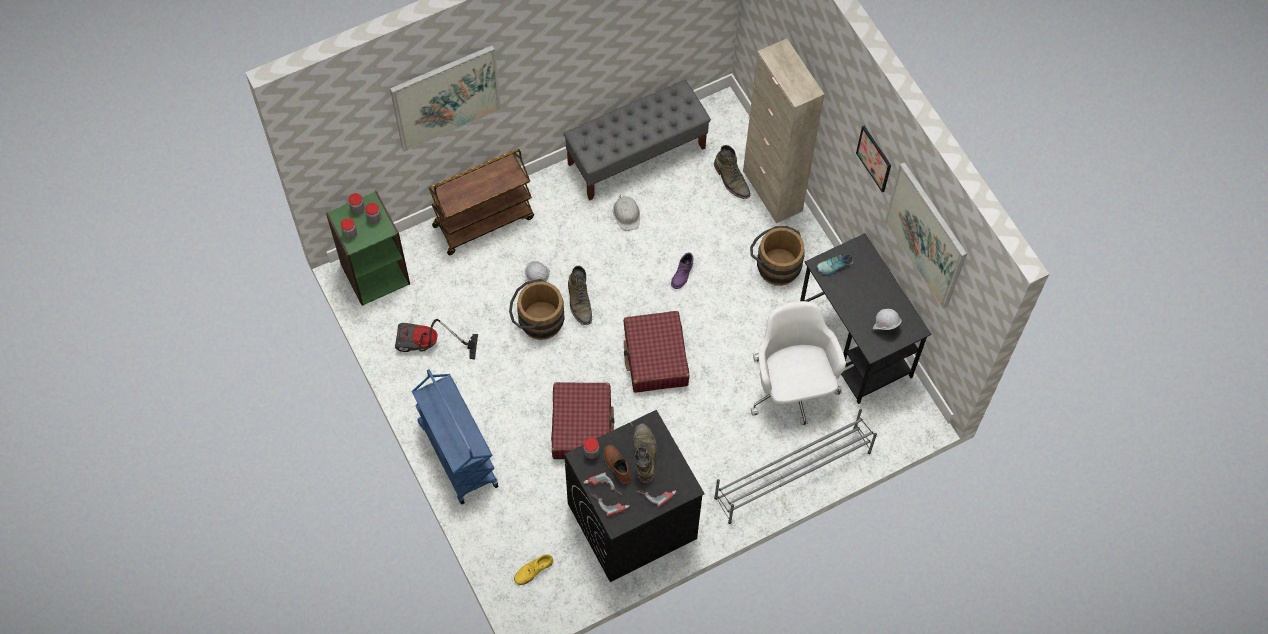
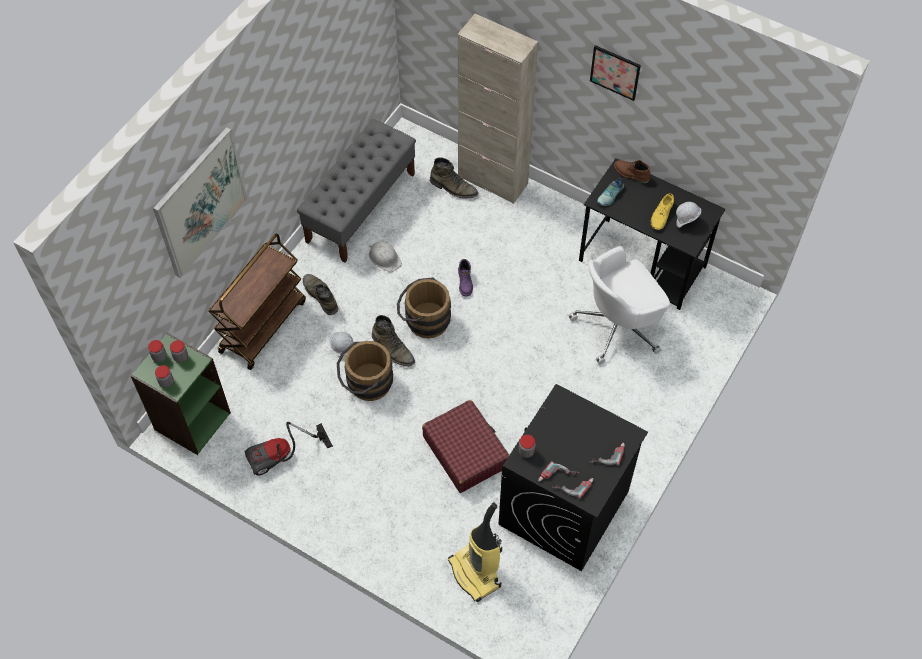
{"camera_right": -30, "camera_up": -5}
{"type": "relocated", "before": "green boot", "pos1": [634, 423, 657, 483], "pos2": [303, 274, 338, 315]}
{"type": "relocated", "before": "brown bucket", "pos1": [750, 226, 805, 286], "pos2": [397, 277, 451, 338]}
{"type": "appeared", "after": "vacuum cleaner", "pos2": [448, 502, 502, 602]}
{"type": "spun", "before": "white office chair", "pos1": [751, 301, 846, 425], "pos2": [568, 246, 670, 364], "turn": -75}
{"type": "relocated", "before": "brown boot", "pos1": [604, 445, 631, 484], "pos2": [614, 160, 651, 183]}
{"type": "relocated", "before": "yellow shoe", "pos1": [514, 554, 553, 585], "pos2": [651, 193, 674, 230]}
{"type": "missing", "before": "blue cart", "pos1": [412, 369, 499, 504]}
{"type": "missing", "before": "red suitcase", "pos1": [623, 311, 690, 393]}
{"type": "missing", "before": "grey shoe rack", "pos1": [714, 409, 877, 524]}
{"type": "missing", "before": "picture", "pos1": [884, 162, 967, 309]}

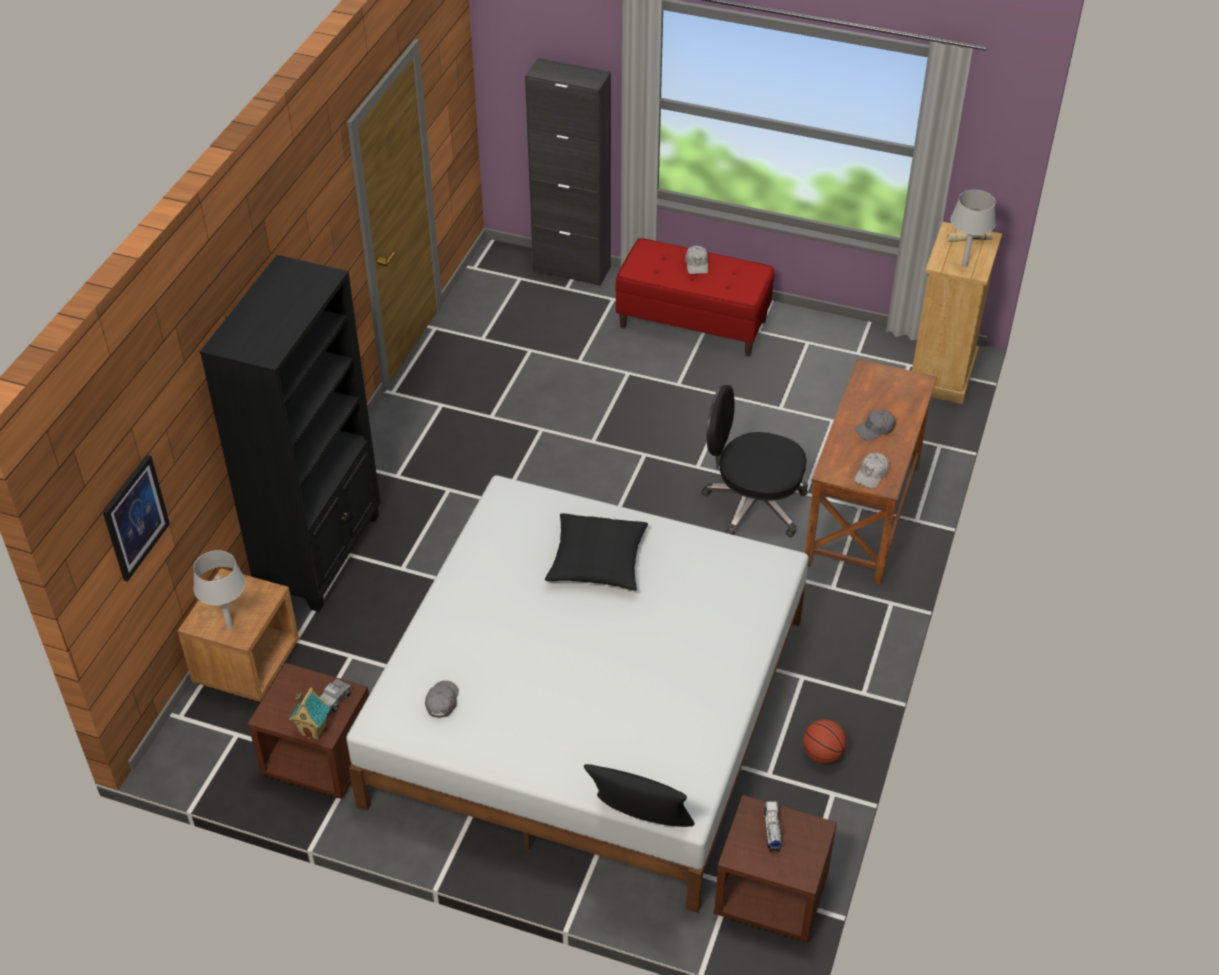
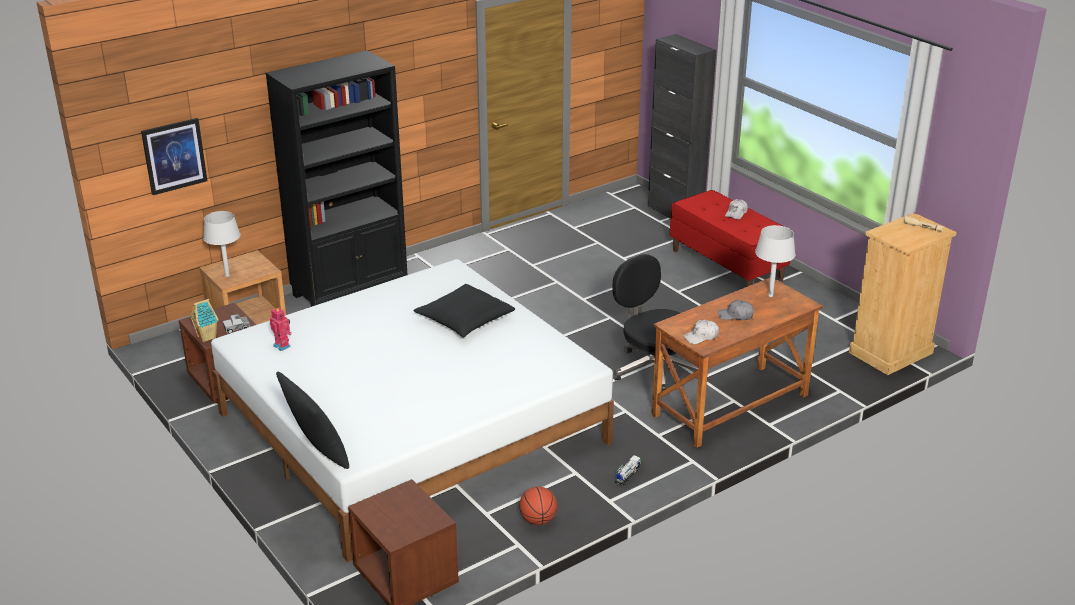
{"camera_right": 35, "camera_up": -15}
{"type": "exchanged", "before": "grey cap", "after": "toy robot", "pos1": [425, 680, 459, 717], "pos2": [270, 307, 292, 351]}
{"type": "relocated", "before": "toy truck", "pos1": [764, 801, 781, 852], "pos2": [615, 455, 641, 485]}
{"type": "relocated", "before": "grey table lamp", "pos1": [951, 190, 996, 267], "pos2": [755, 225, 796, 297]}

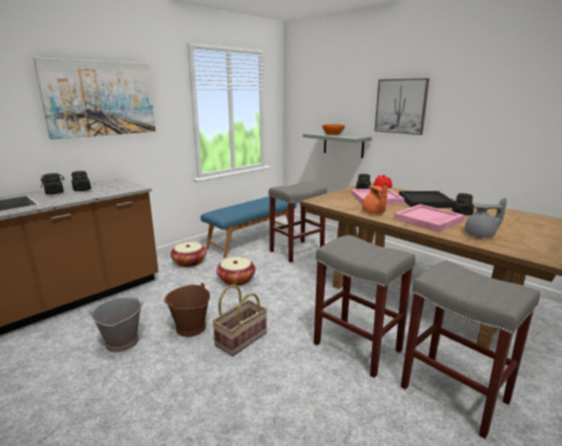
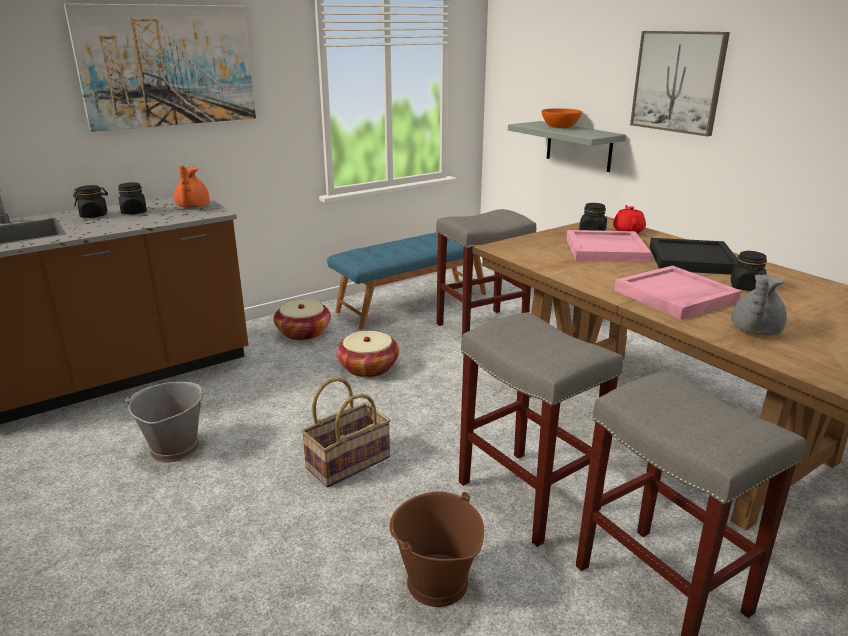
{"camera_right": 10, "camera_up": 5}
{"type": "relocated", "before": "orange teapot", "pos1": [362, 185, 388, 214], "pos2": [174, 165, 210, 208]}
{"type": "relocated", "before": "brown bucket", "pos1": [164, 283, 210, 337], "pos2": [389, 491, 484, 607]}
{"type": "spun", "before": "grey teapot", "pos1": [465, 198, 507, 238], "pos2": [731, 275, 787, 336], "turn": 120}

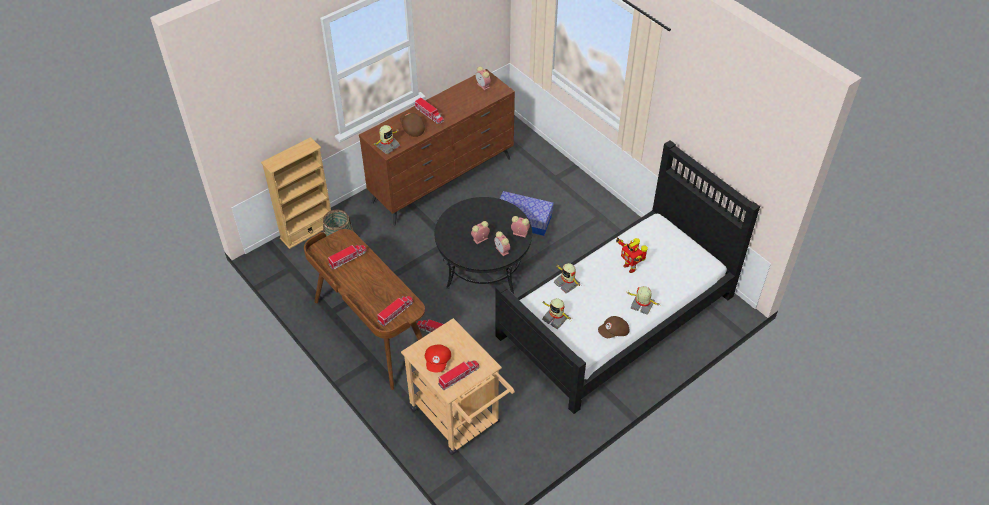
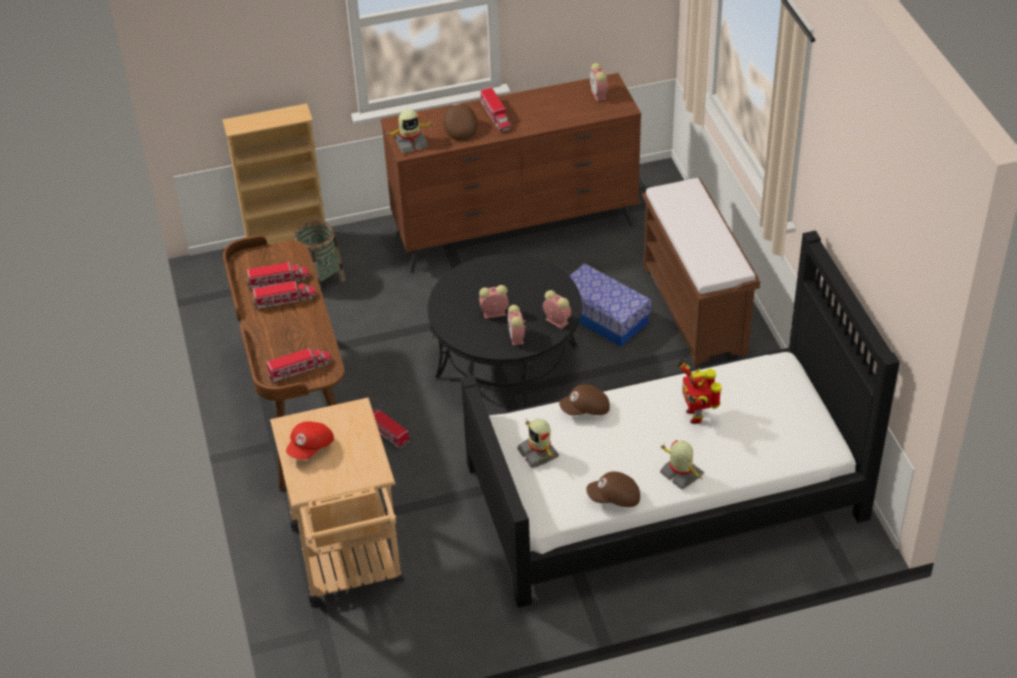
{"camera_right": 25, "camera_up": -5}
{"type": "relocated", "before": "toy truck", "pos1": [438, 360, 479, 390], "pos2": [253, 281, 316, 309]}
{"type": "exchanged", "before": "toy robot", "after": "brown cap", "pos1": [554, 263, 580, 293], "pos2": [559, 384, 610, 416]}
{"type": "appeared", "after": "brown bench", "pos2": [642, 177, 760, 367]}

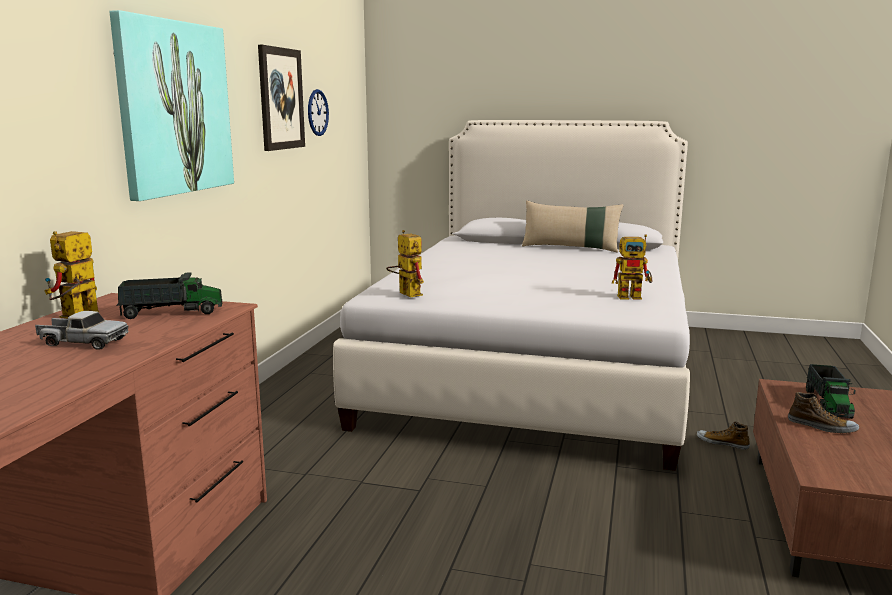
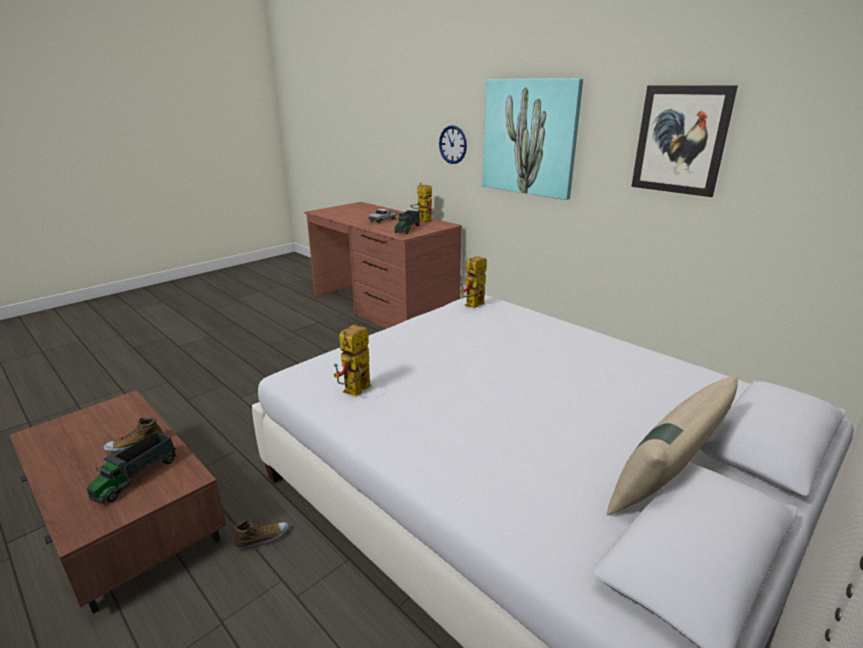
{"camera_right": 120, "camera_up": 10}
{"type": "spun", "before": "toy truck", "pos1": [806, 364, 856, 419], "pos2": [87, 432, 176, 503], "turn": -105}
{"type": "relocated", "before": "wall clock", "pos1": [308, 89, 329, 136], "pos2": [439, 125, 467, 164]}
{"type": "spun", "before": "toy robot", "pos1": [386, 230, 424, 298], "pos2": [460, 256, 487, 308], "turn": 135}

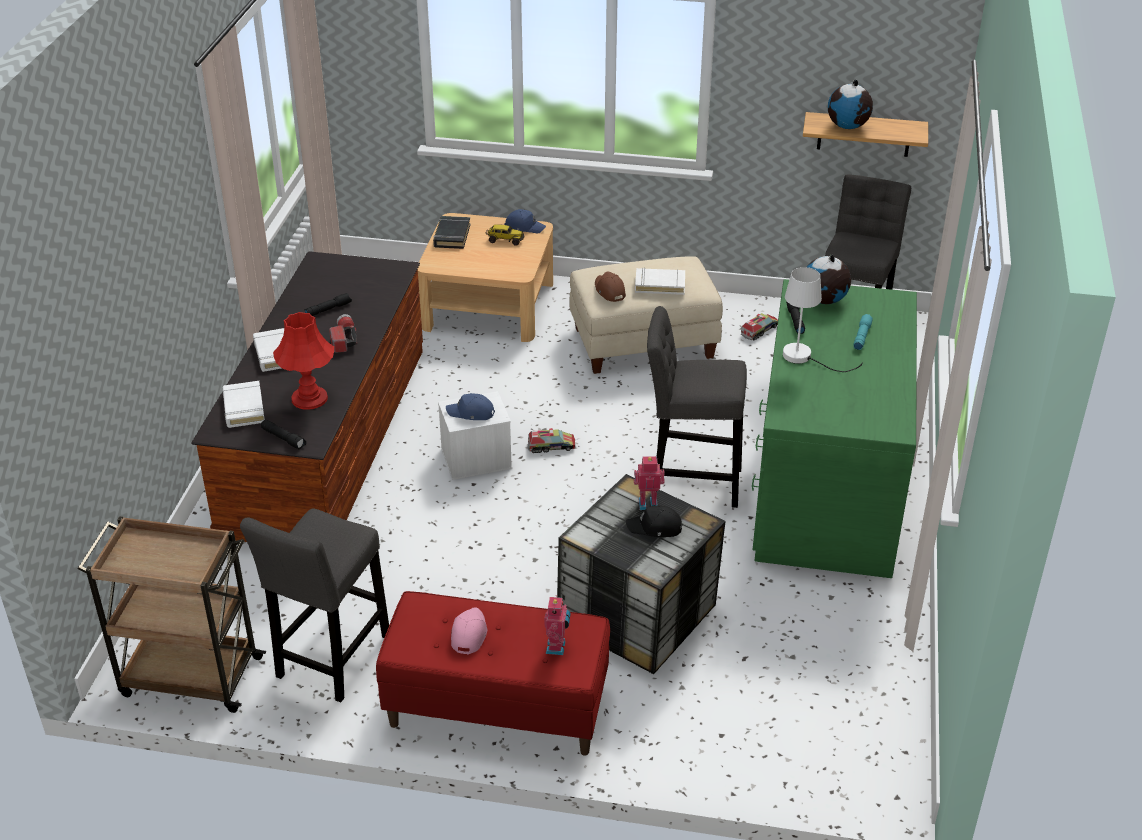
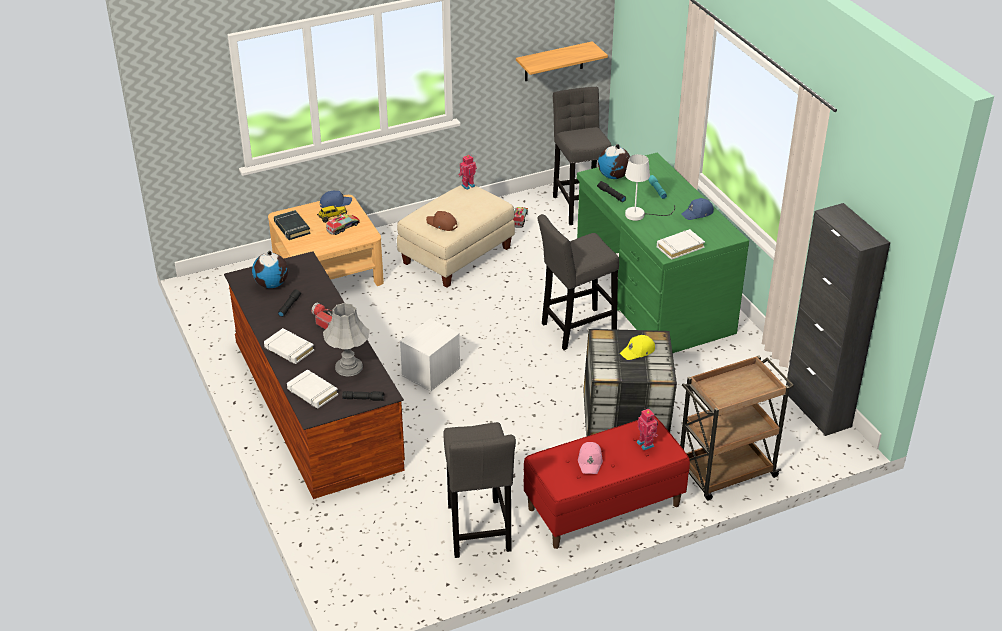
{"camera_right": -35, "camera_up": 0}
{"type": "relocated", "before": "globe", "pos1": [828, 80, 873, 129], "pos2": [252, 251, 288, 288]}
{"type": "colour", "before": "red table lamp", "after": "grey table lamp", "pos1": [273, 312, 334, 410], "pos2": [323, 303, 370, 376]}
{"type": "relocated", "before": "toy truck", "pos1": [528, 428, 576, 453], "pos2": [326, 214, 360, 235]}
{"type": "relocated", "before": "toy robot", "pos1": [634, 456, 665, 510], "pos2": [458, 155, 477, 190]}
{"type": "spun", "before": "pink cap", "pos1": [451, 607, 487, 655], "pos2": [578, 442, 603, 474], "turn": -150}
{"type": "colour", "before": "black cap", "after": "yellow cap", "pos1": [626, 505, 683, 537], "pos2": [620, 335, 655, 360]}
{"type": "relocated", "before": "white book", "pos1": [635, 268, 685, 295], "pos2": [657, 229, 705, 260]}
{"type": "relocated", "before": "brown cart", "pos1": [78, 516, 266, 713], "pos2": [680, 355, 794, 501]}
{"type": "relocated", "before": "blue cap", "pos1": [446, 393, 495, 420], "pos2": [681, 198, 714, 220]}
{"type": "appeared", "after": "black cabinet", "pos2": [786, 203, 890, 436]}

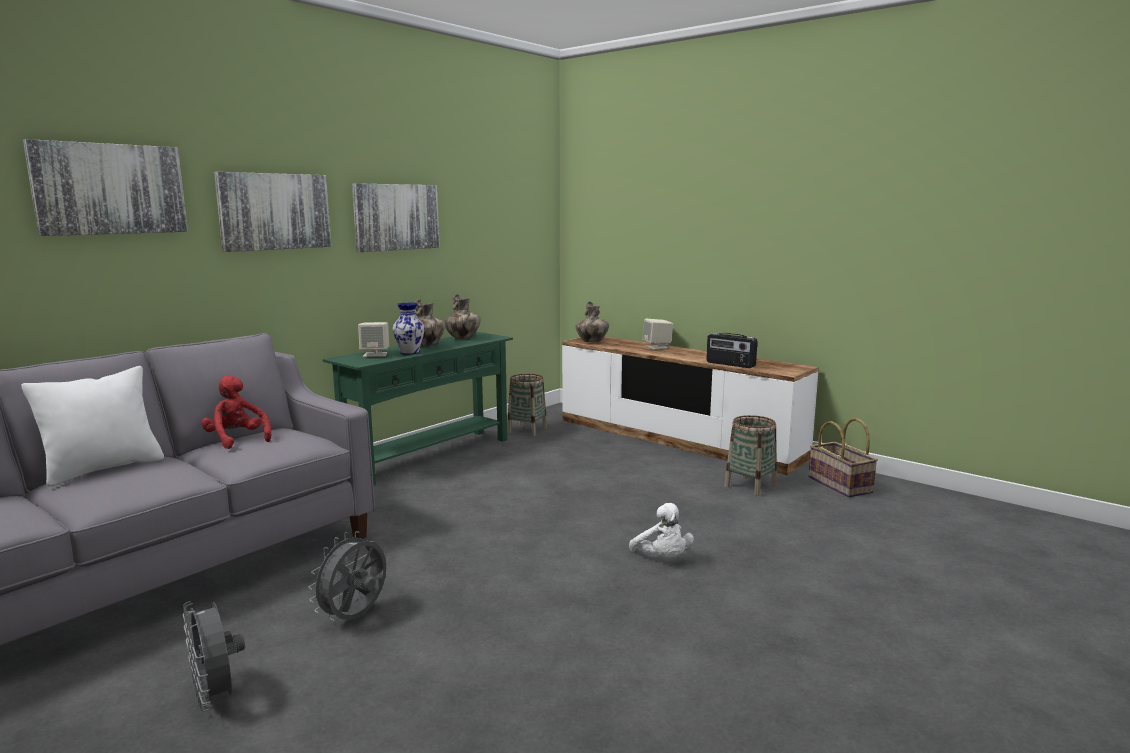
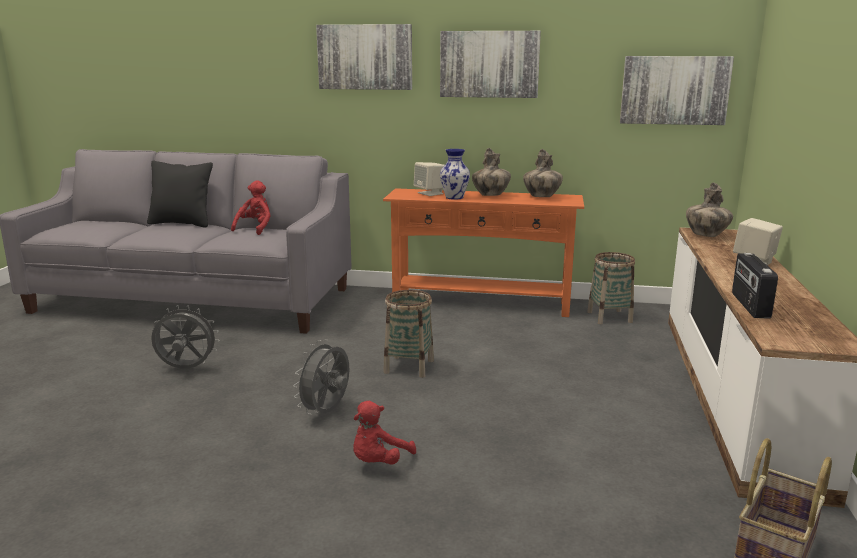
{"camera_right": 60, "camera_up": 5}
{"type": "colour", "before": "white pillow", "after": "black pillow", "pos1": [21, 366, 164, 486], "pos2": [147, 160, 213, 227]}
{"type": "relocated", "before": "grey fan", "pos1": [183, 601, 245, 711], "pos2": [293, 339, 349, 415]}
{"type": "colour", "before": "white plush toy", "after": "red plush toy", "pos1": [629, 503, 694, 557], "pos2": [353, 400, 416, 465]}
{"type": "colour", "before": "green console table", "after": "orange console table", "pos1": [323, 332, 513, 485], "pos2": [383, 188, 584, 317]}
{"type": "relocated", "before": "basket", "pos1": [724, 415, 777, 496], "pos2": [383, 290, 434, 378]}
{"type": "relocated", "before": "picture", "pos1": [23, 139, 188, 236], "pos2": [620, 56, 734, 125]}

